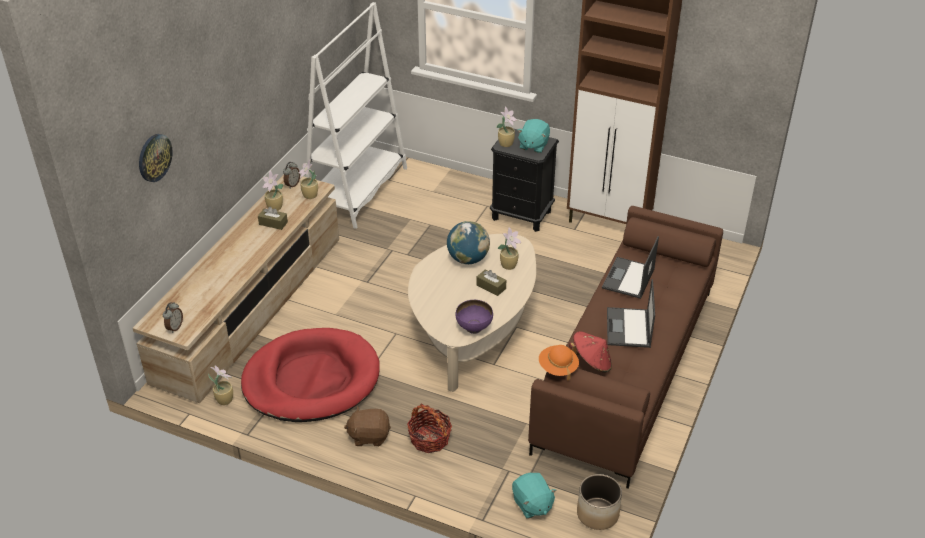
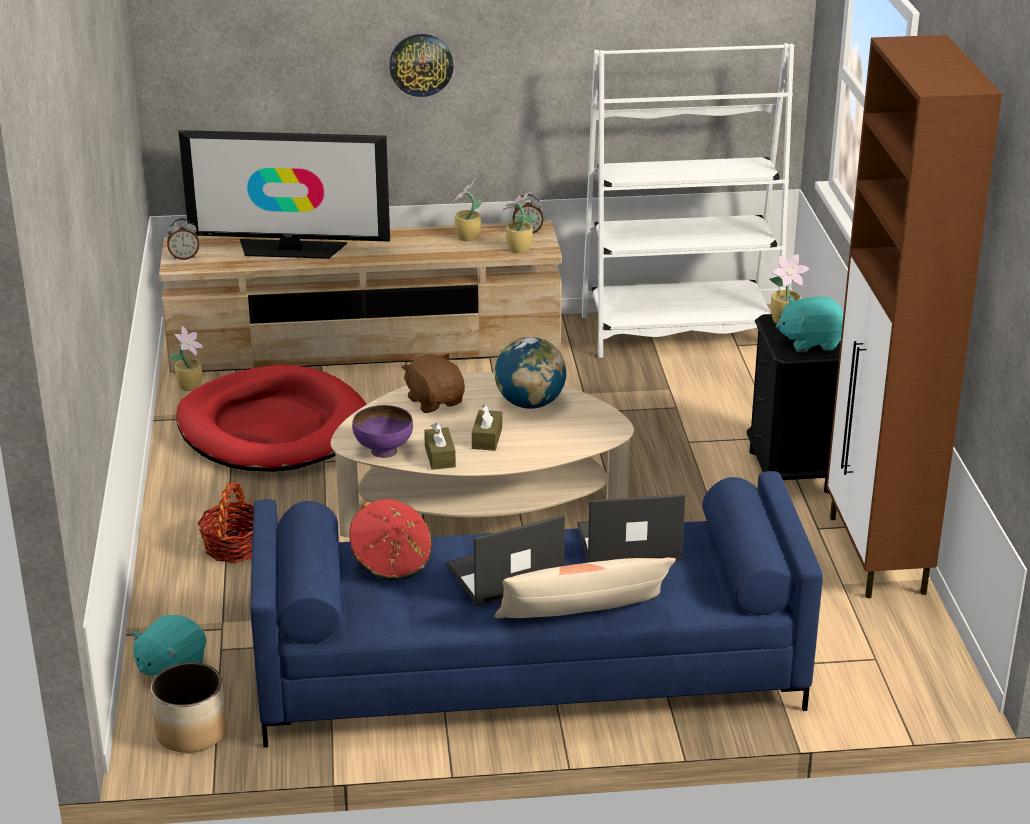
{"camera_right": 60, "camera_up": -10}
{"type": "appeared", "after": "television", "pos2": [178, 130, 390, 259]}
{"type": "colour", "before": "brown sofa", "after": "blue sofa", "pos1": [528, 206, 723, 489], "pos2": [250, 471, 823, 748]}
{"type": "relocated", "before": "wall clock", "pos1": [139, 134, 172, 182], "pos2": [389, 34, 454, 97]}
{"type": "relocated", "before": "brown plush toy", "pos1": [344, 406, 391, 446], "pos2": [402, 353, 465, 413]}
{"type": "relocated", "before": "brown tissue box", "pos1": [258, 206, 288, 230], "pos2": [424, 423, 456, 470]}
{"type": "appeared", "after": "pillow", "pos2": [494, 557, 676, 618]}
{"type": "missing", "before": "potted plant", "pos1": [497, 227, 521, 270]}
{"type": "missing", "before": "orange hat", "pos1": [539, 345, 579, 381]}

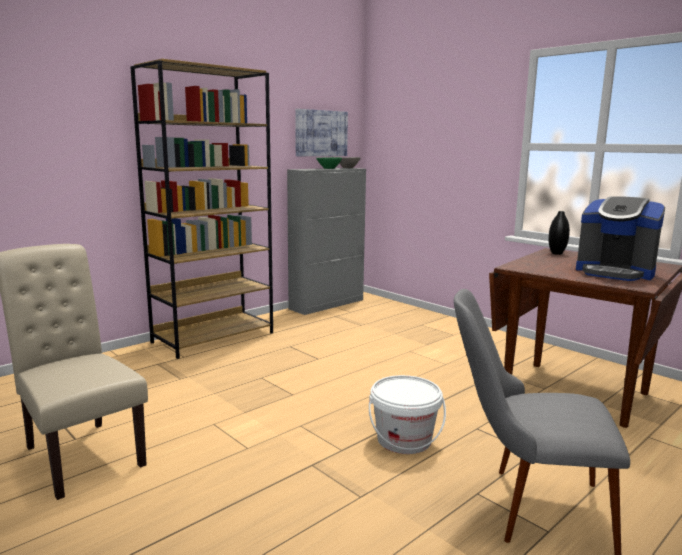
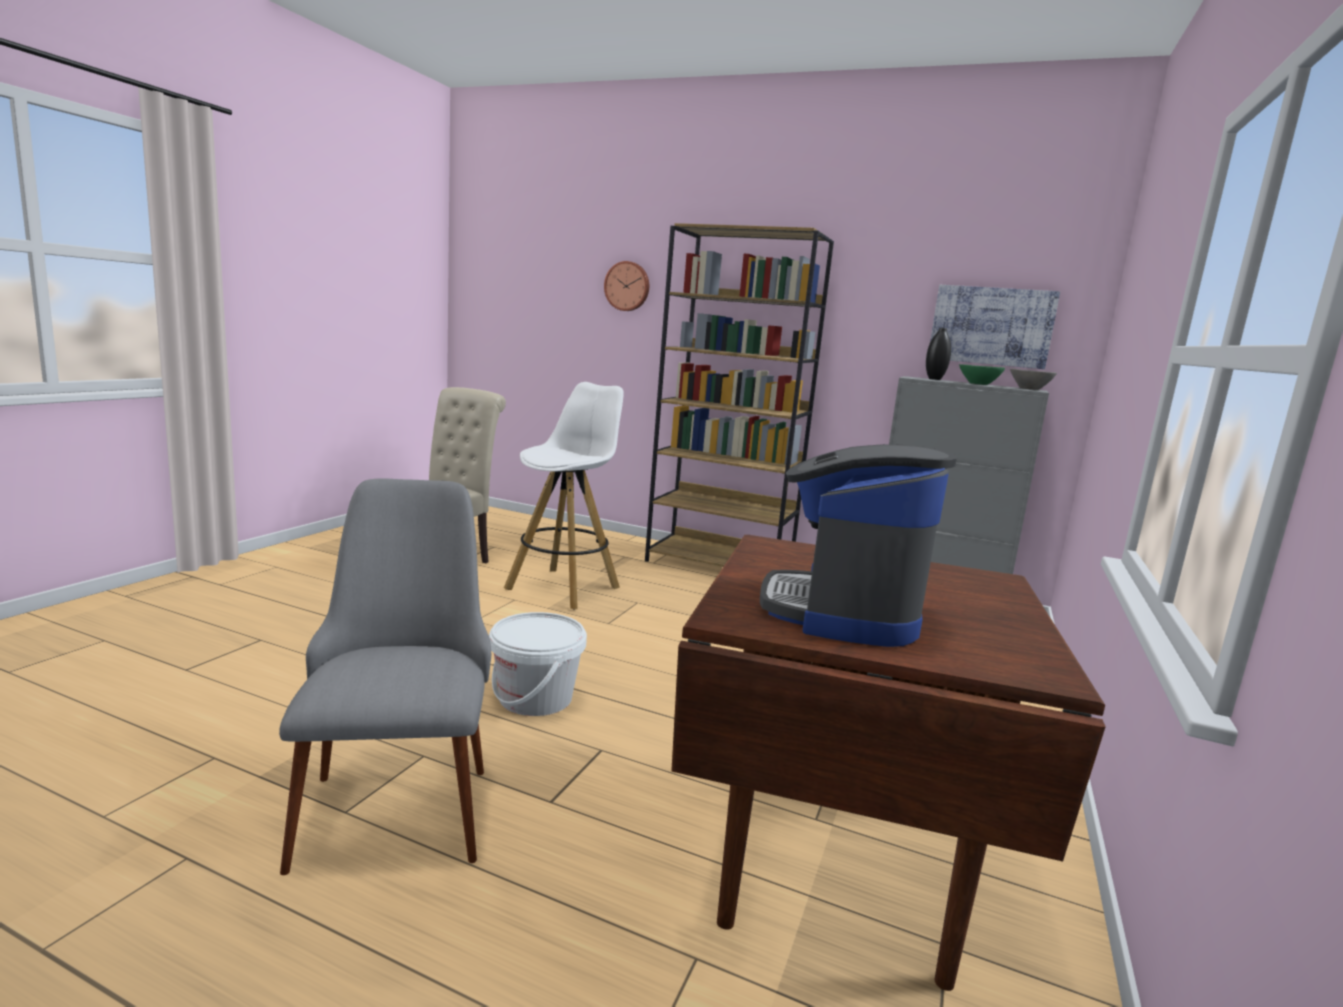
{"camera_right": 65, "camera_up": 0}
{"type": "appeared", "after": "white stool", "pos2": [504, 382, 624, 609]}
{"type": "appeared", "after": "wall clock", "pos2": [604, 261, 649, 311]}
{"type": "relocated", "before": "black vase", "pos1": [548, 211, 570, 255], "pos2": [926, 328, 951, 380]}

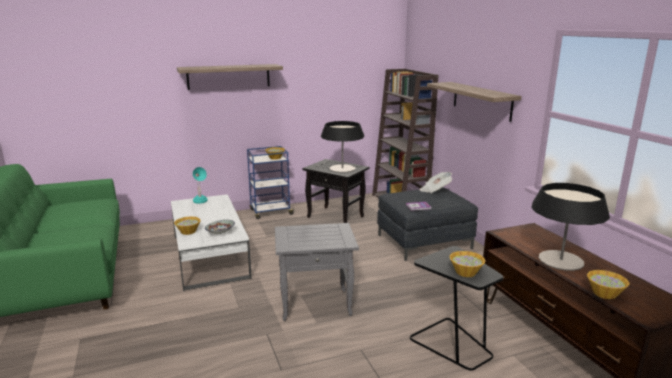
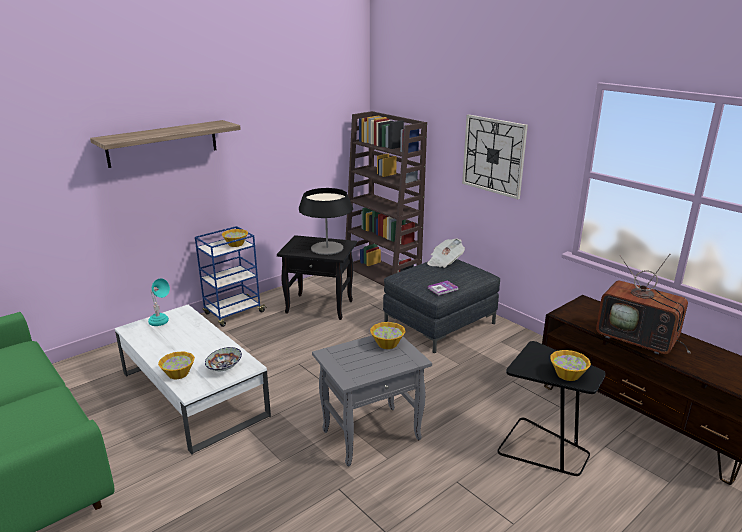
{"camera_right": -20, "camera_up": 5}
{"type": "relocated", "before": "bowl", "pos1": [587, 270, 630, 299], "pos2": [370, 322, 405, 349]}
{"type": "exchanged", "before": "shelf", "after": "wall clock", "pos1": [427, 82, 522, 122], "pos2": [462, 114, 528, 199]}
{"type": "exchanged", "before": "table lamp", "after": "television", "pos1": [532, 183, 610, 271], "pos2": [596, 254, 691, 354]}

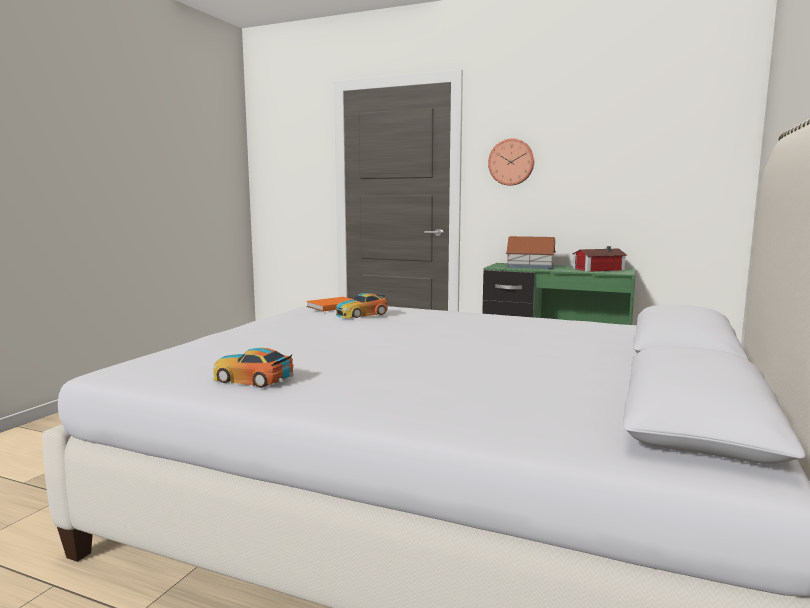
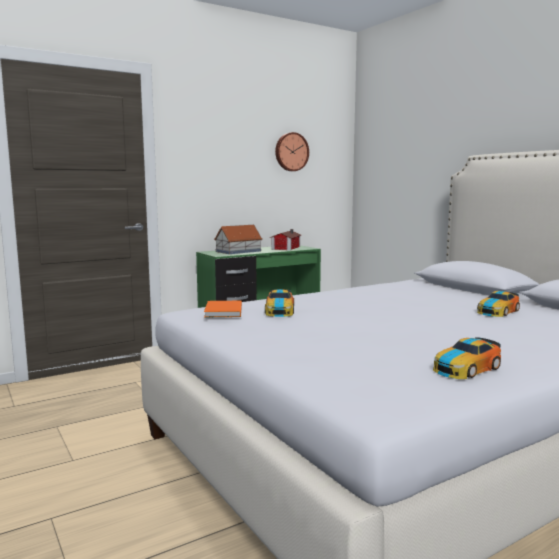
{"camera_right": -55, "camera_up": 0}
{"type": "relocated", "before": "wall clock", "pos1": [488, 139, 534, 186], "pos2": [275, 132, 309, 171]}
{"type": "appeared", "after": "toy car", "pos2": [477, 291, 520, 317]}

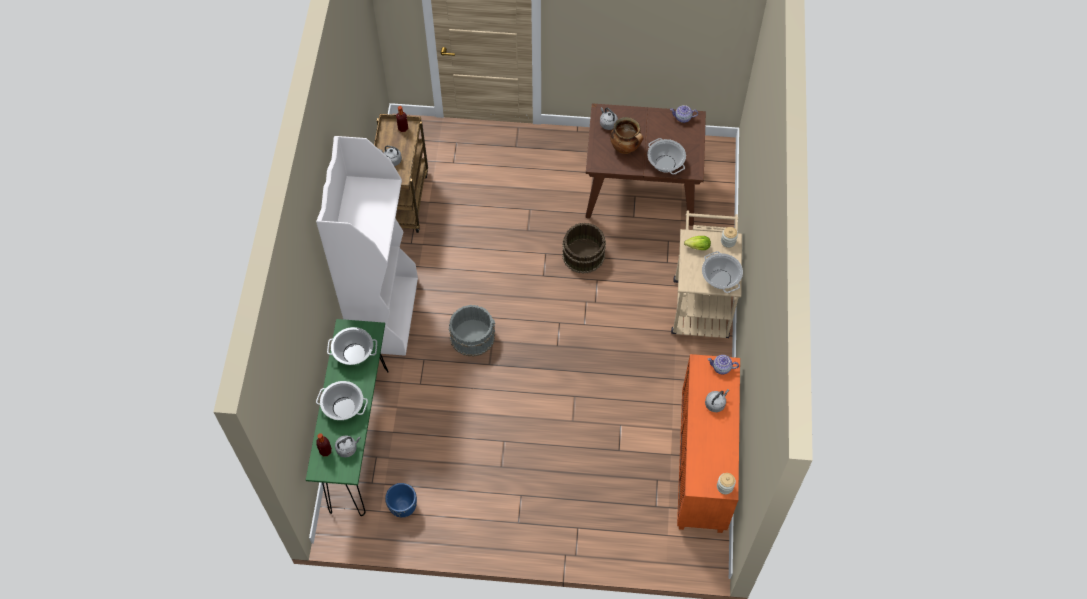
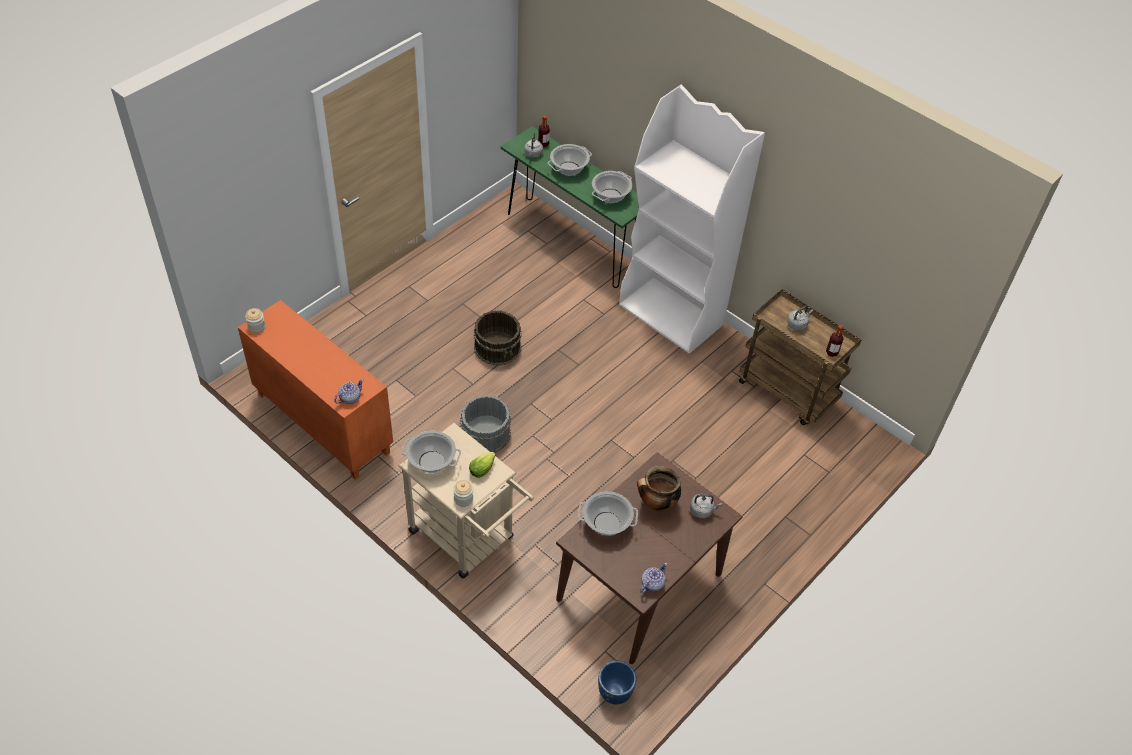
{"camera_right": 125, "camera_up": -10}
{"type": "relocated", "before": "grey bucket", "pos1": [449, 305, 495, 357], "pos2": [460, 395, 511, 453]}
{"type": "relocated", "before": "brown bucket", "pos1": [562, 223, 606, 274], "pos2": [474, 310, 521, 366]}
{"type": "relocated", "before": "blue planter", "pos1": [385, 483, 417, 518], "pos2": [598, 661, 636, 705]}
{"type": "missing", "before": "grey kettle", "pos1": [705, 389, 729, 412]}

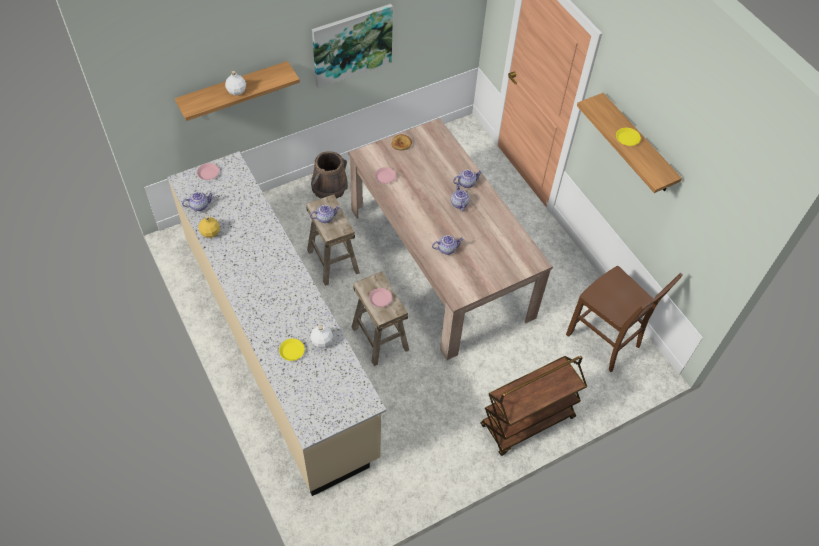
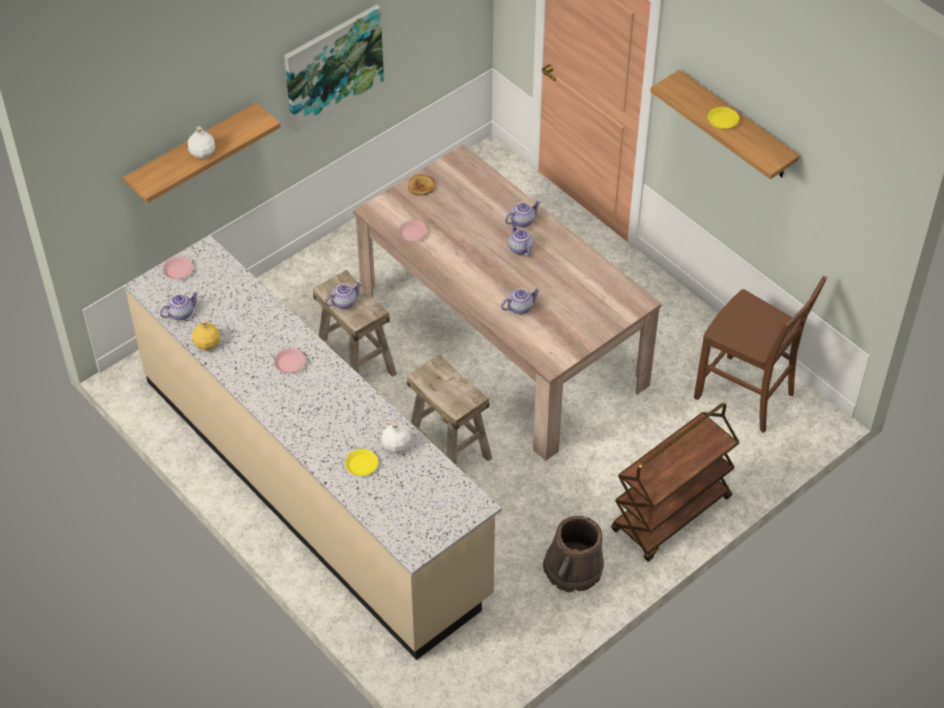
{"camera_right": -10, "camera_up": -5}
{"type": "relocated", "before": "pink plate", "pos1": [369, 288, 392, 307], "pos2": [274, 348, 306, 373]}
{"type": "relocated", "before": "brown bucket", "pos1": [311, 151, 348, 199], "pos2": [543, 516, 604, 593]}

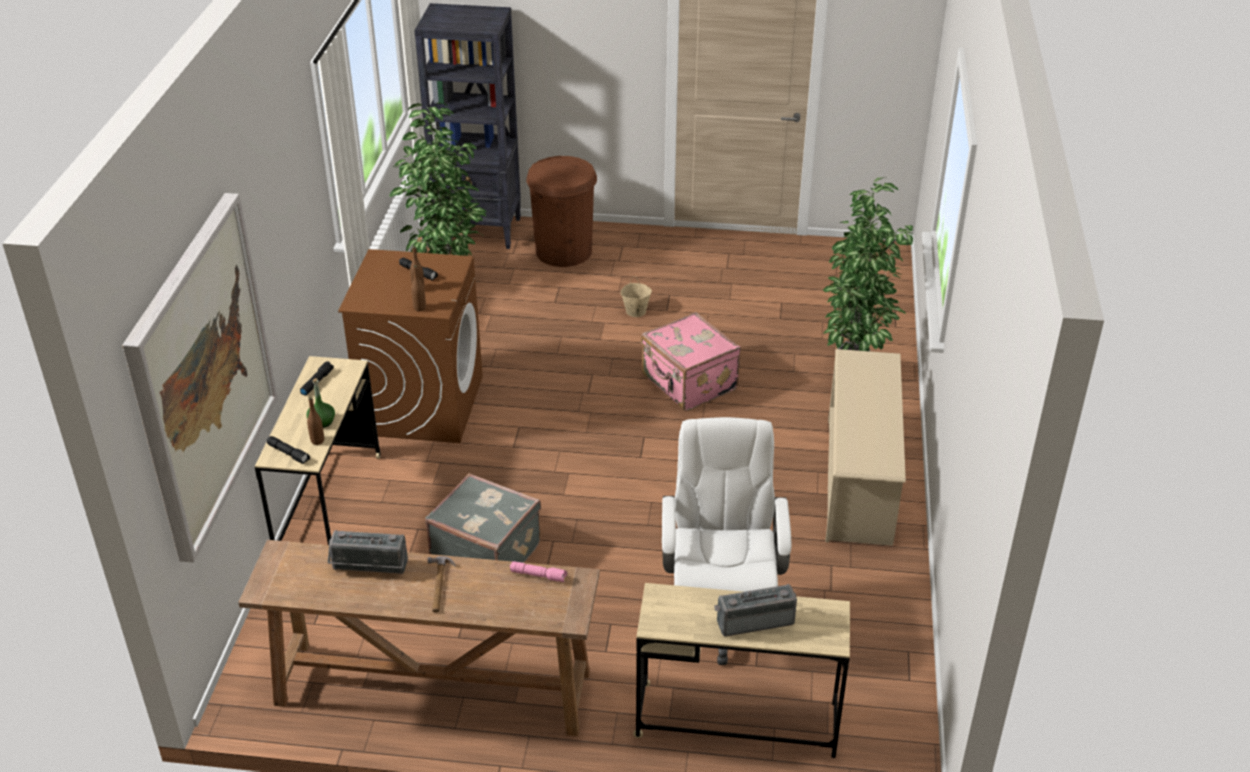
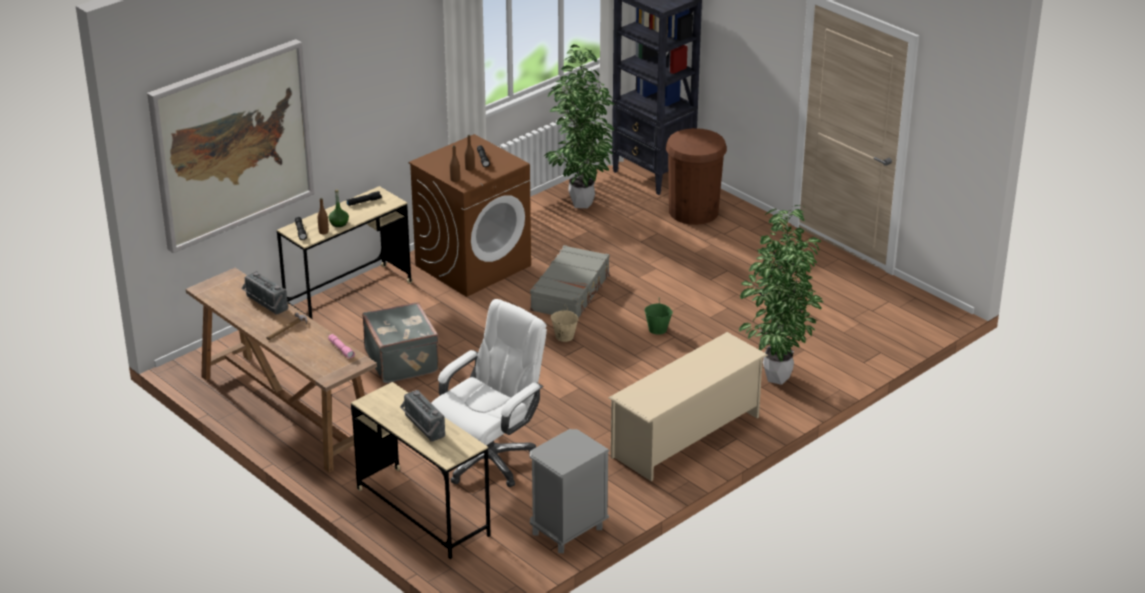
{"camera_right": 40, "camera_up": -5}
{"type": "spun", "before": "radio", "pos1": [714, 584, 797, 636], "pos2": [400, 390, 445, 441], "turn": -150}
{"type": "appeared", "after": "grey nightstand", "pos2": [529, 429, 610, 553]}
{"type": "appeared", "after": "grey suitcase", "pos2": [530, 245, 611, 318]}
{"type": "relocated", "before": "beige bucket", "pos1": [621, 276, 652, 317], "pos2": [551, 304, 578, 342]}
{"type": "exchanged", "before": "pink suitcase", "after": "green bucket", "pos1": [641, 312, 741, 411], "pos2": [644, 303, 673, 335]}

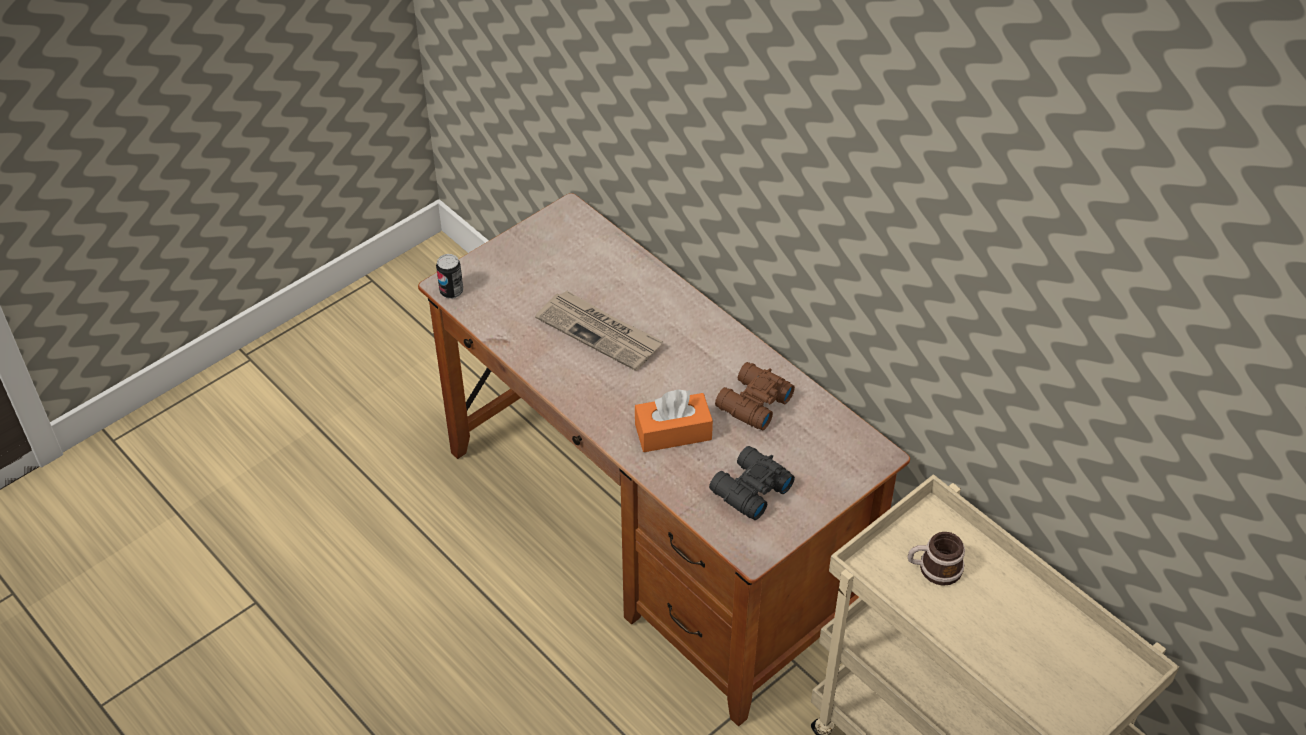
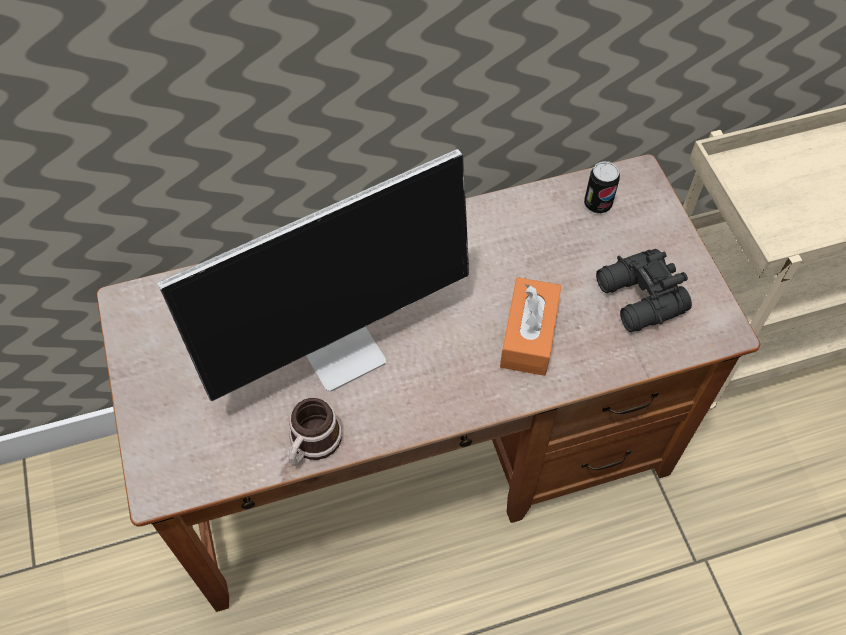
{"camera_right": -65, "camera_up": 10}
{"type": "exchanged", "before": "newspaper", "after": "monitor", "pos1": [535, 290, 663, 371], "pos2": [158, 149, 469, 401]}
{"type": "relocated", "before": "mug", "pos1": [908, 532, 965, 586], "pos2": [289, 398, 342, 466]}
{"type": "relocated", "before": "can", "pos1": [436, 254, 463, 299], "pos2": [584, 161, 620, 214]}
{"type": "missing", "before": "brown binoculars", "pos1": [715, 362, 795, 430]}

